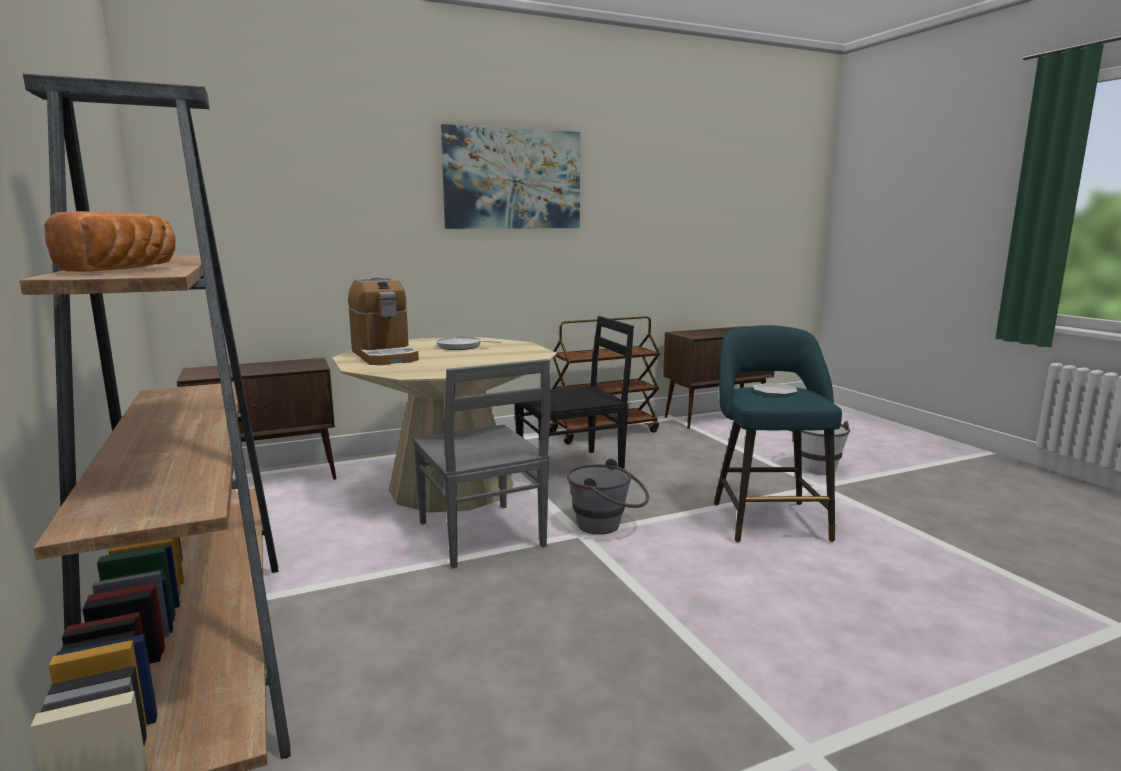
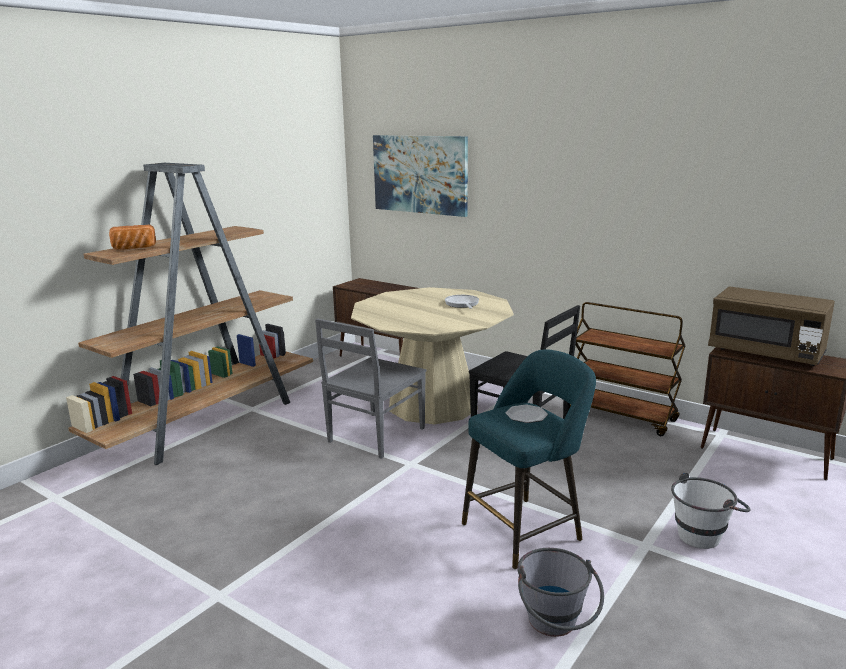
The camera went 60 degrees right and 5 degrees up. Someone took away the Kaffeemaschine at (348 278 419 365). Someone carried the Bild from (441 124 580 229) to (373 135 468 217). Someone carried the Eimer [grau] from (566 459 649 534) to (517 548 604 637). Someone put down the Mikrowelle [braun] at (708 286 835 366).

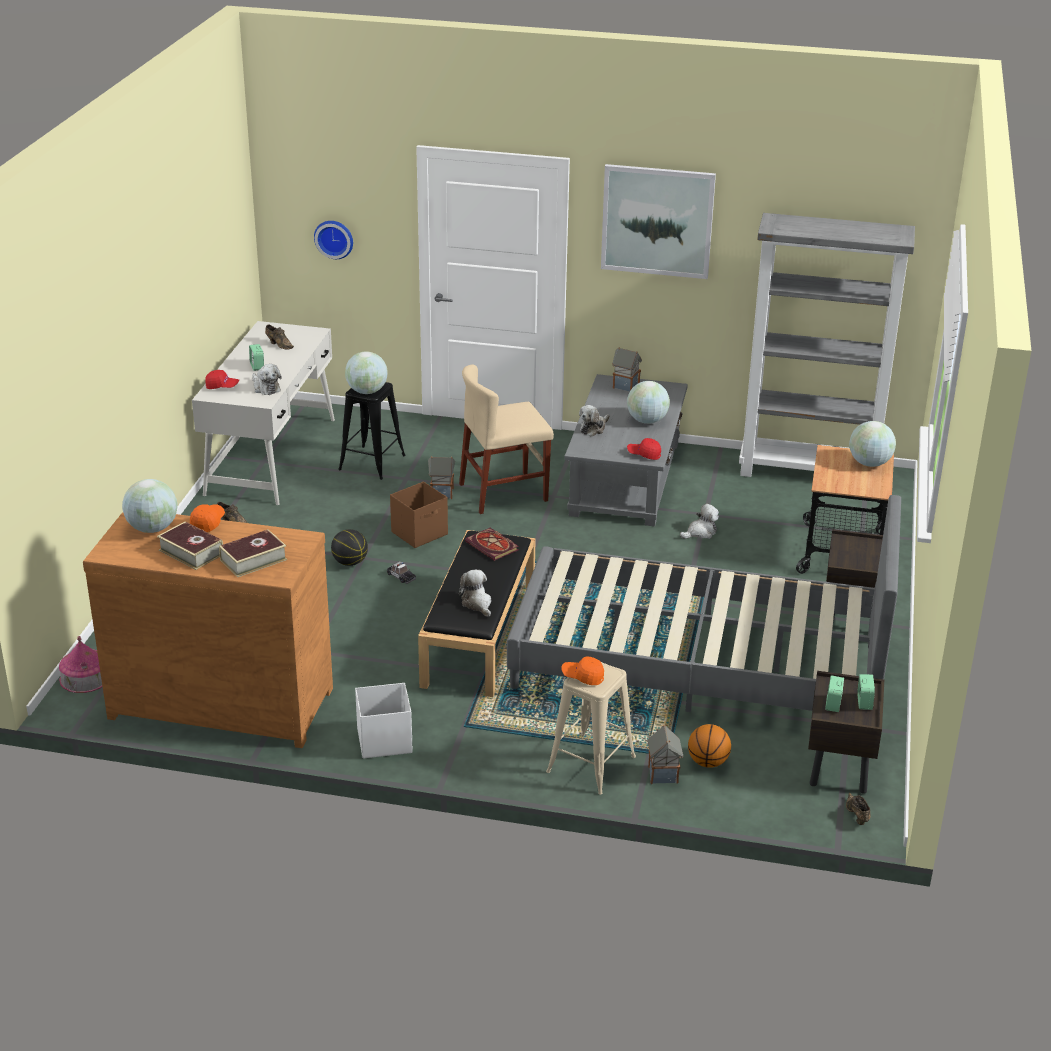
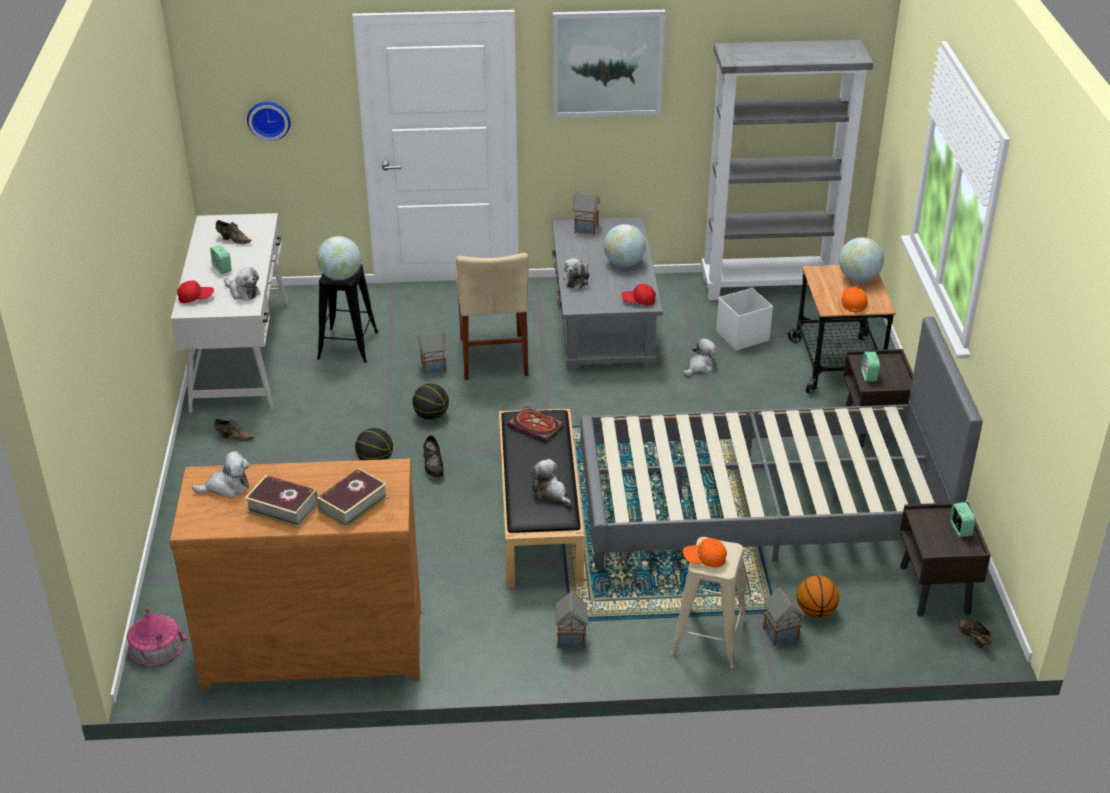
The camera went 15 degrees left and 5 degrees up. Someone swapped the Globus at (122 479 177 533) for the Plüschtier at (192 451 250 498). Someone carried the Kappe [orange] from (190 504 225 532) to (841 287 868 312). Someone carried the Aufbewahrungsbox [weiß] from (355 683 413 759) to (716 288 773 351). Someone swapped the Spielzeugauto at (387 561 416 584) for the Schuh [schwarz] at (423 436 444 477). Someone swapped the Aufbewahrungsbox [braun] at (390 482 448 548) for the Basketball at (412 384 449 420). Someone rotated the Stuhl [beige] at (459 364 554 514) by 60 degrees counterclockwise. Someone carried the Wecker from (825 675 844 712) to (861 352 880 381). Someone put down the Spielzeughaus at (555 591 588 649).

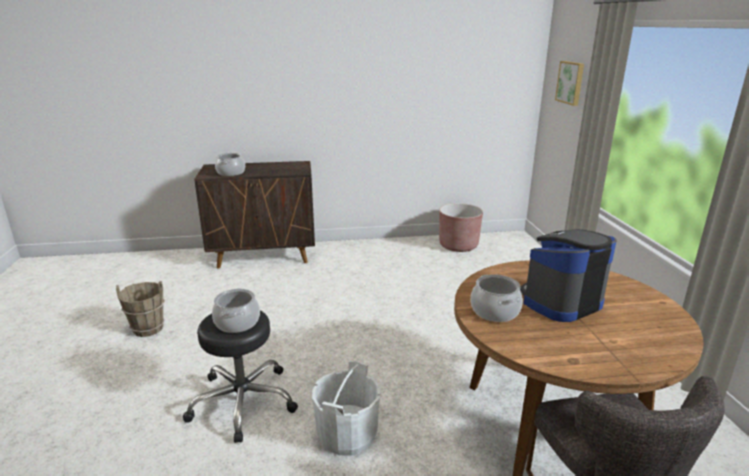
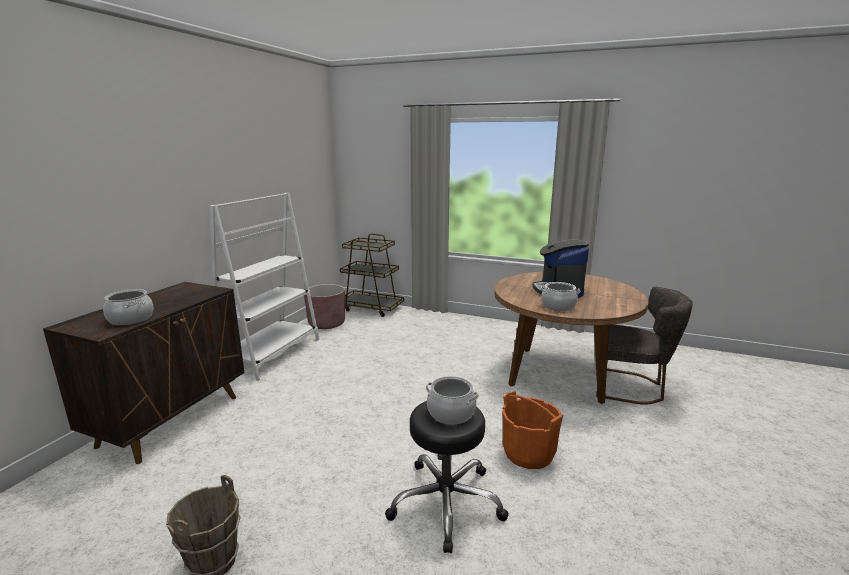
The camera went 60 degrees left and 5 degrees down. Someone repainted the Eimer [weiß] at (312 361 380 456), which became the Eimer [orange] at (502 391 563 469). Someone took away the Bild at (555 61 584 106). Someone put down the Bücherregal [weiß] at (210 193 320 381). Someone put down the Rollwagen [braun] at (340 234 404 317).

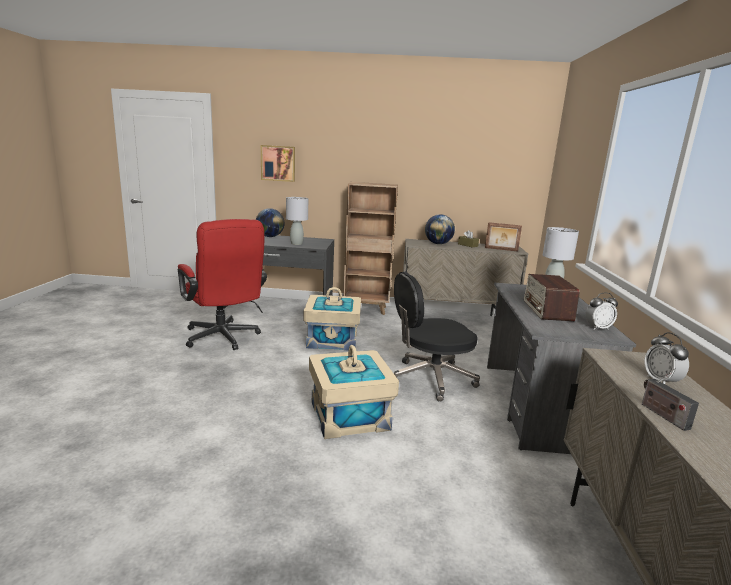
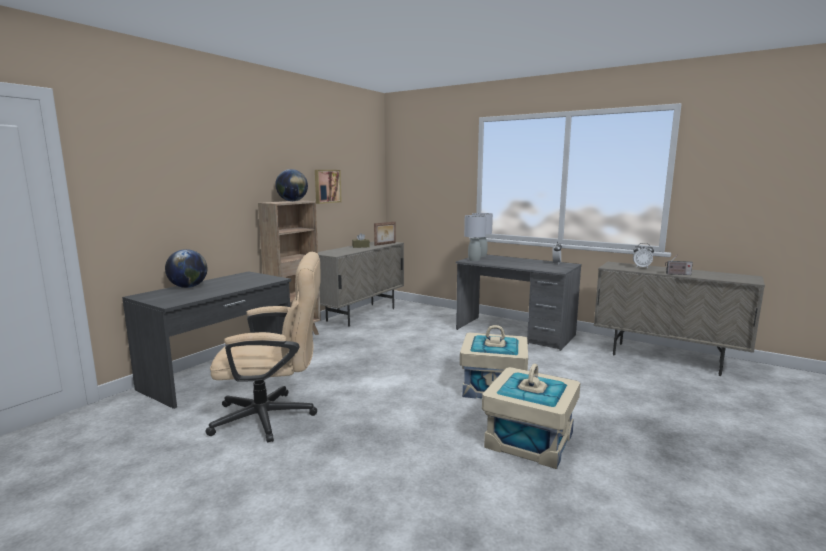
The camera went 60 degrees left and 5 degrees down. Someone repainted the Bürostuhl [rot] at (178 219 267 350), which became the Bürostuhl [beige] at (205 252 321 443). Someone carried the Bild from (261 145 295 182) to (315 170 342 204). Someone carried the Tischlampe [grau] from (286 197 308 245) to (464 215 486 261). Someone carried the Aufbewahrungsbox [beige] from (303 287 361 350) to (482 363 580 469). Someone took away the Bürostuhl [schwarz] at (394 272 480 402). Someone carried the Globus from (425 214 455 244) to (275 169 308 201). Someone took away the Radio at (524 274 580 321).

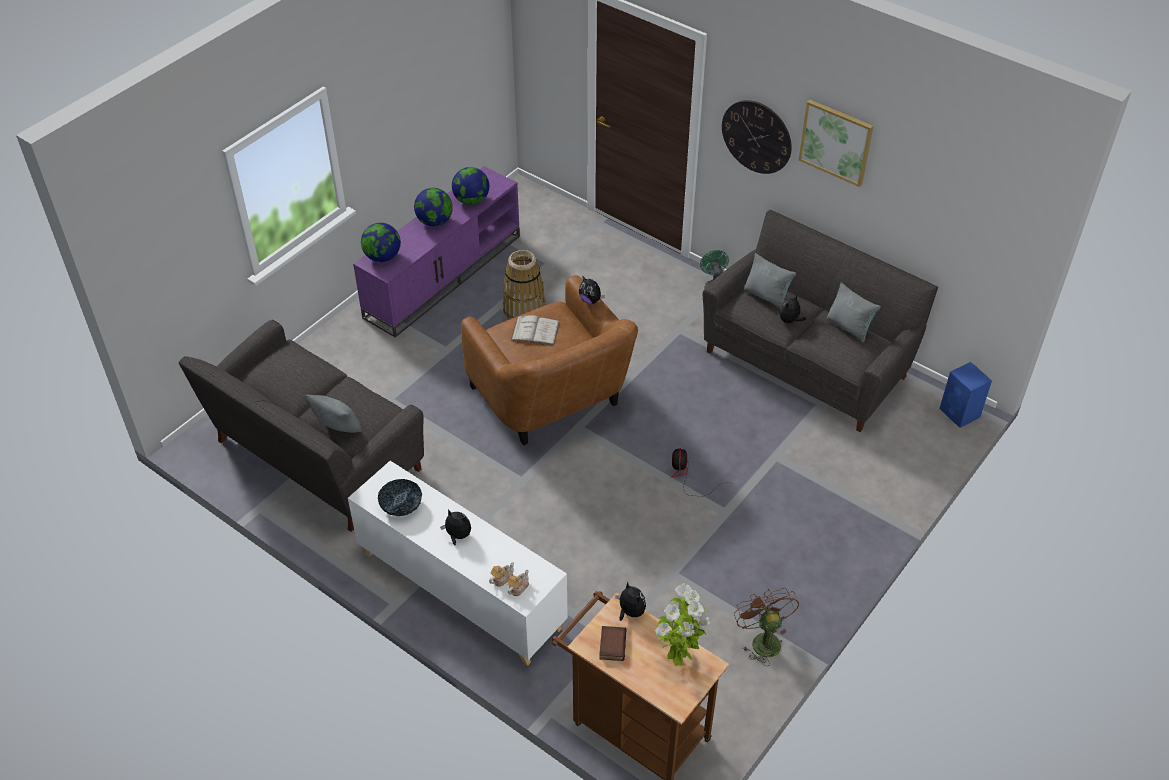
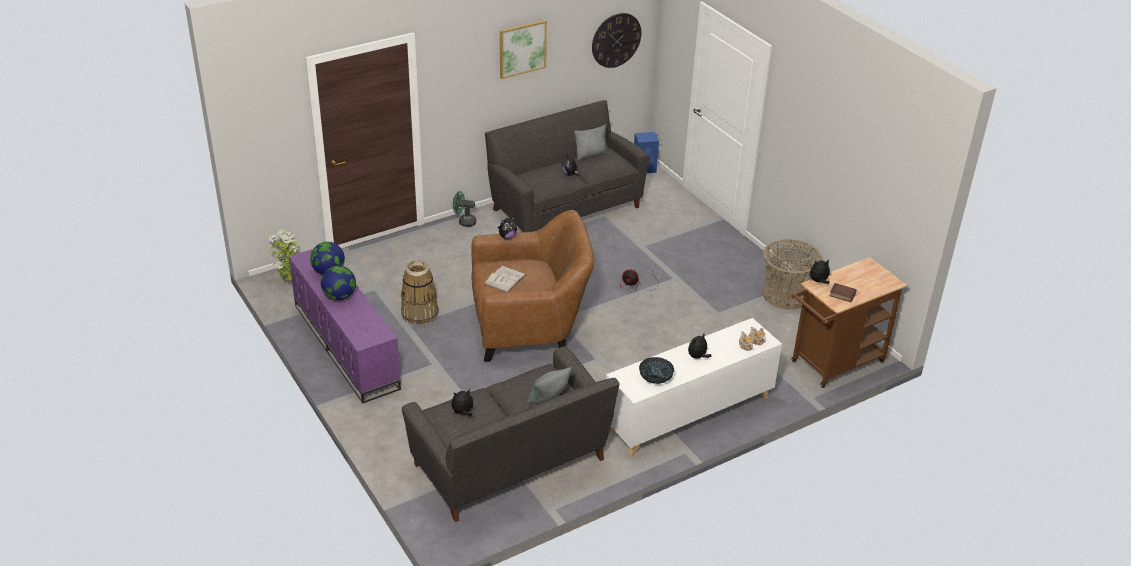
The camera went 70 degrees left and 10 degrees down. Someone took away the Globus at (361 223 401 262). Someone carried the Topfpflanze from (655 583 710 666) to (268 230 299 283). Someone carried the Wanduhr from (722 100 792 174) to (592 13 641 68). Someone swapped the Ventilator [braun] at (734 587 799 666) for the Korb at (762 239 822 309). Someone took away the Kissen [grau] at (744 253 796 309). Someone put down the Plüschtier at (451 389 473 416).

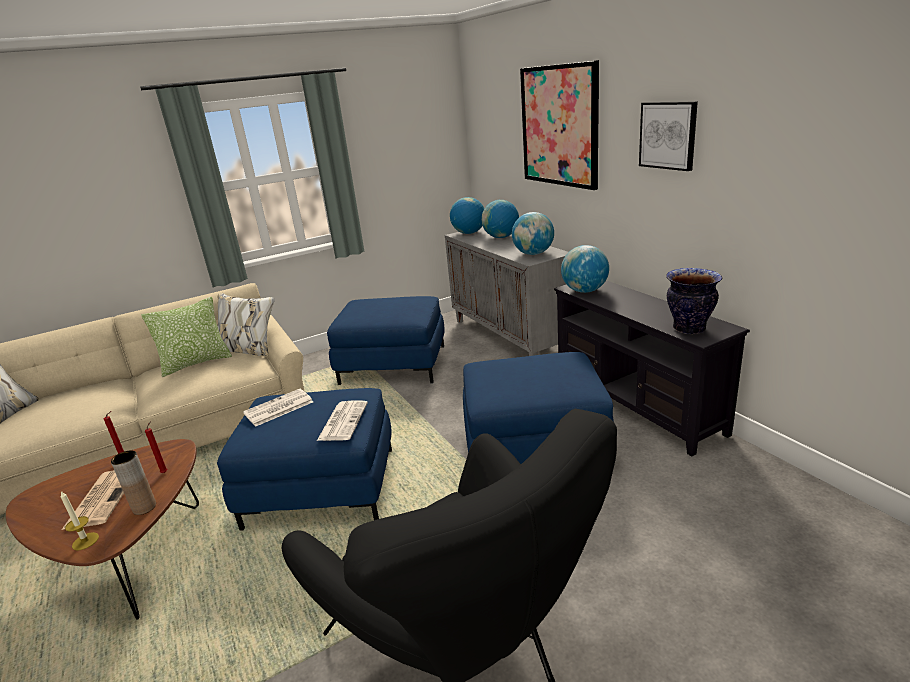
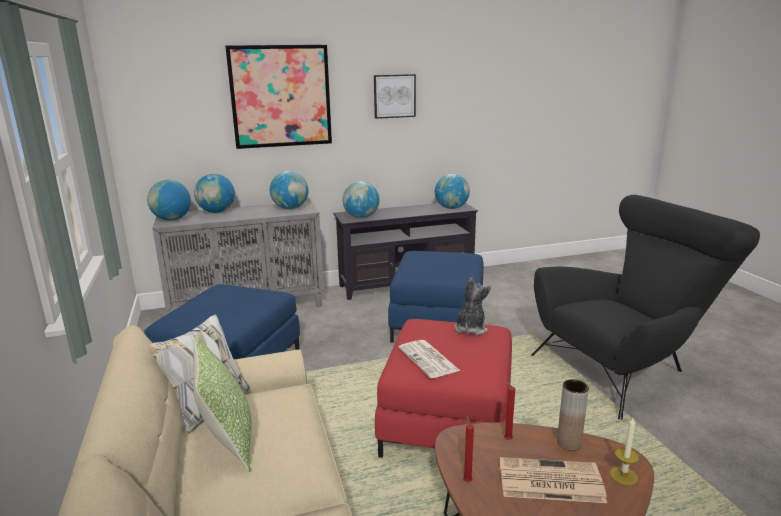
The camera went 80 degrees left and 5 degrees down. Someone repainted the Polsterhocker [blau] at (217 388 392 531), which became the Polsterhocker [rot] at (375 319 512 458). Someone swapped the Zeitung at (317 401 368 441) for the Plüschtier at (454 277 491 335). Someone swapped the Vase at (666 268 722 334) for the Globus at (435 174 470 209).

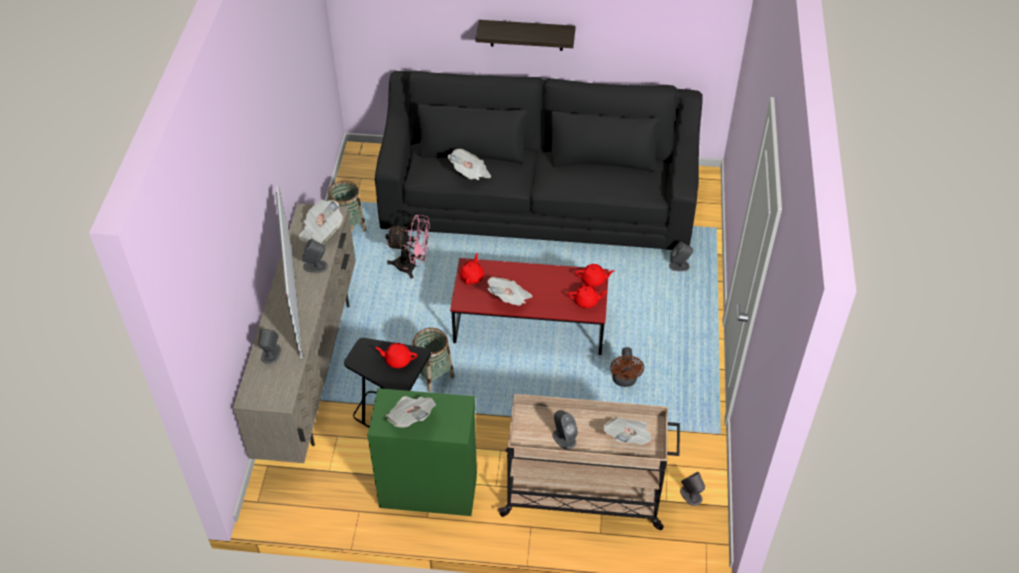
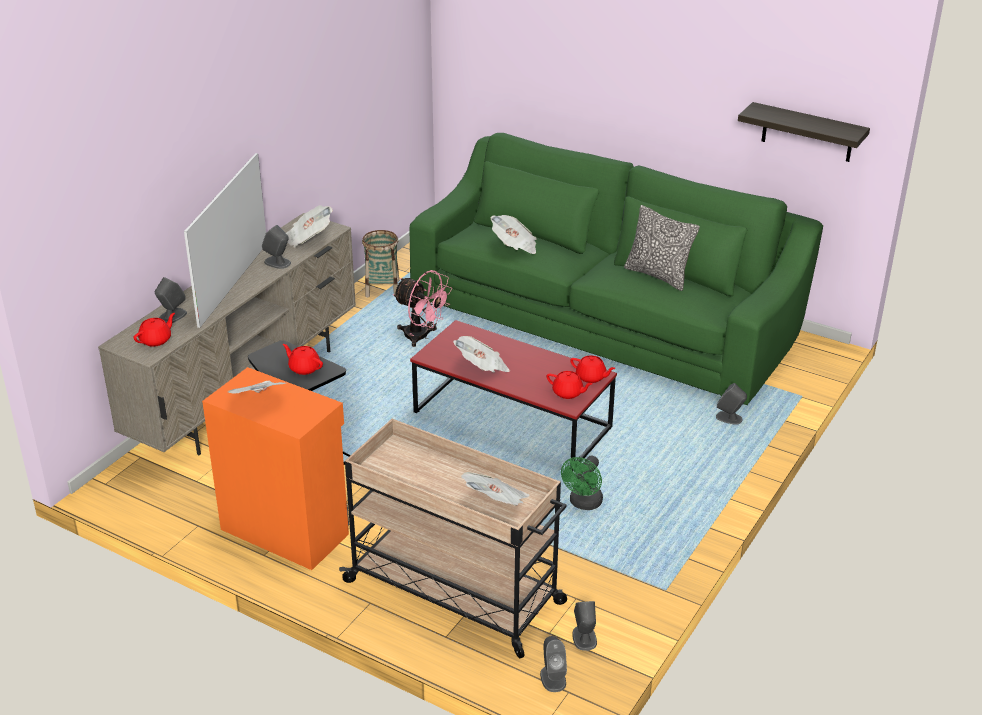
The camera went 25 degrees right and 15 degrees down. Someone repainted the Schrank [grün] at (367 388 477 516), which became the Schrank [orange] at (202 367 349 570). Someone repainted the Sofa [schwarz] at (375 71 703 250), which became the Sofa [grün] at (410 133 823 405). Someone took away the Korb at (413 328 455 392). Someone carried the Teekanne [rot] from (460 253 484 285) to (134 313 175 347). Someone carried the Wandregal from (475 20 576 51) to (738 102 870 162). Someone carried the Lautsprecher [grau] from (552 410 578 450) to (540 636 567 692). Someone repainted the Ventilator [braun] at (610 347 644 387), which became the Ventilator [grün] at (561 456 603 510). Someone put down the Kissen at (624 205 700 291).

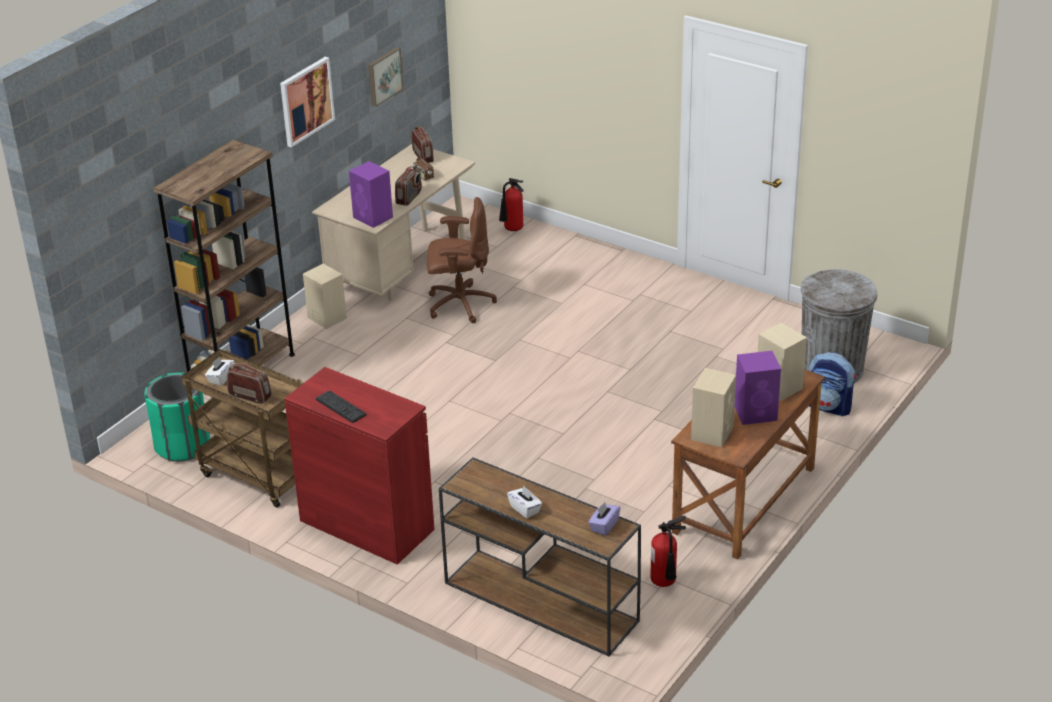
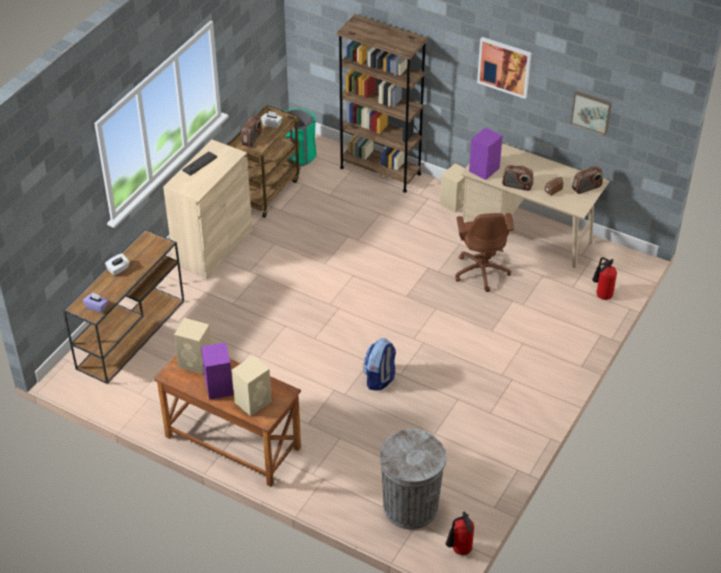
The camera went 85 degrees right and 10 degrees up. Someone repainted the Schrank [rot] at (284 367 435 565), which became the Schrank [beige] at (163 140 252 279). Someone carried the Feuerlöscher from (650 516 686 587) to (446 512 474 555). Someone carried the Rucksack from (809 352 856 417) to (363 338 396 391).

